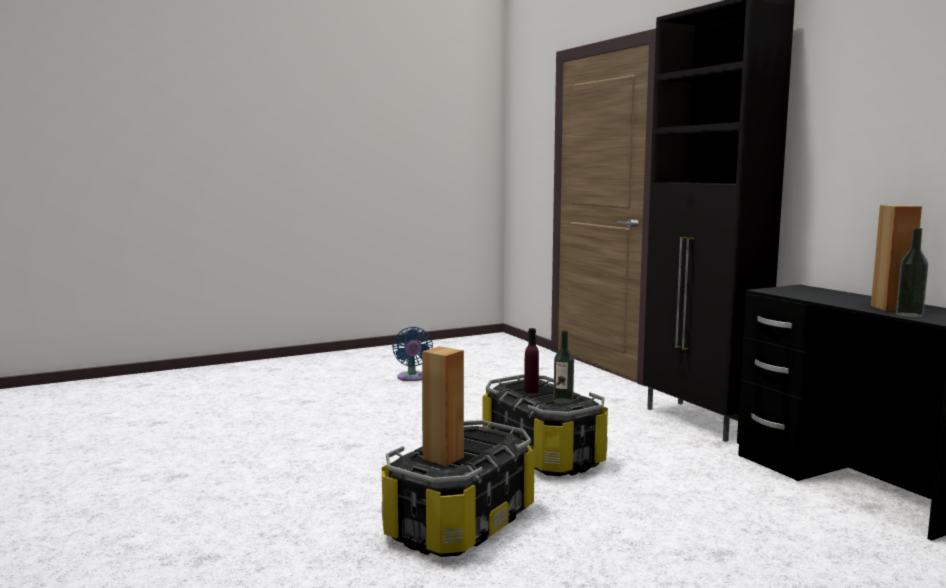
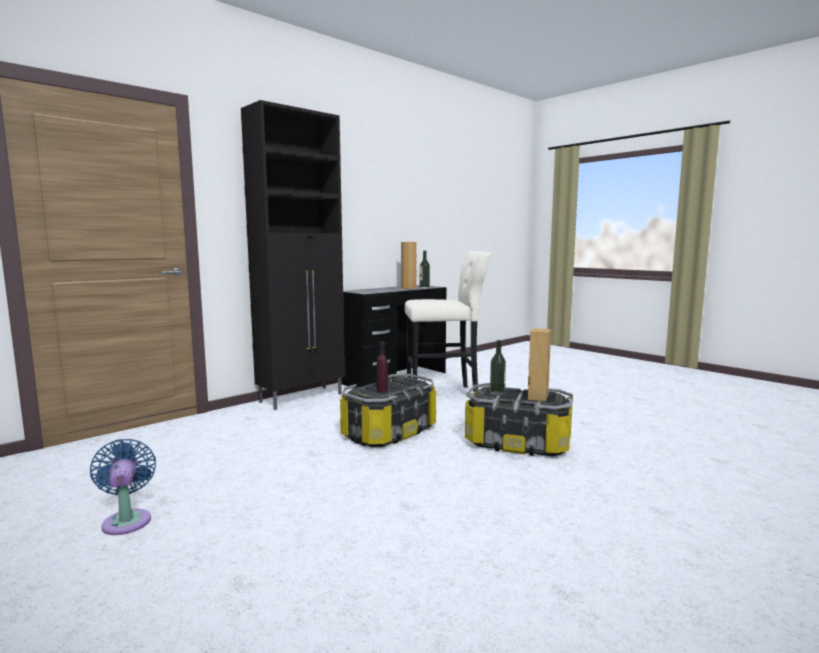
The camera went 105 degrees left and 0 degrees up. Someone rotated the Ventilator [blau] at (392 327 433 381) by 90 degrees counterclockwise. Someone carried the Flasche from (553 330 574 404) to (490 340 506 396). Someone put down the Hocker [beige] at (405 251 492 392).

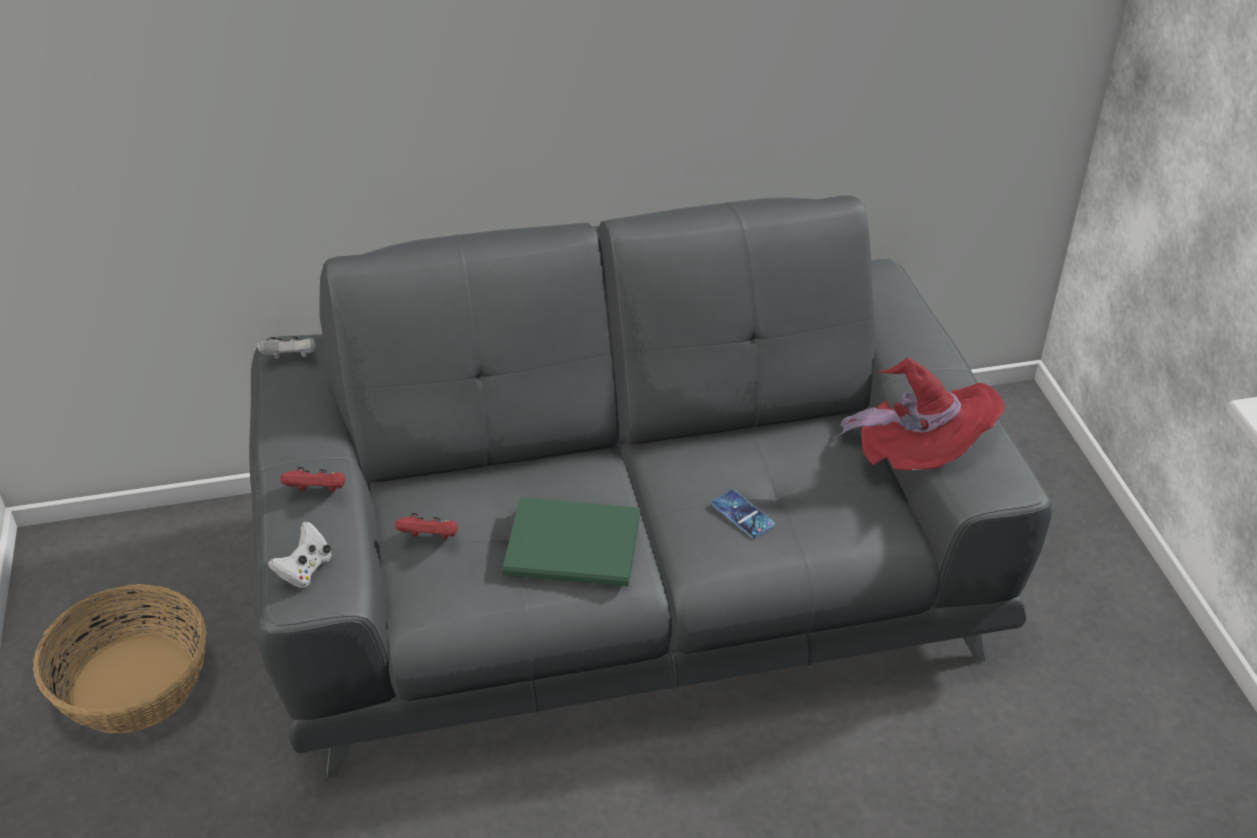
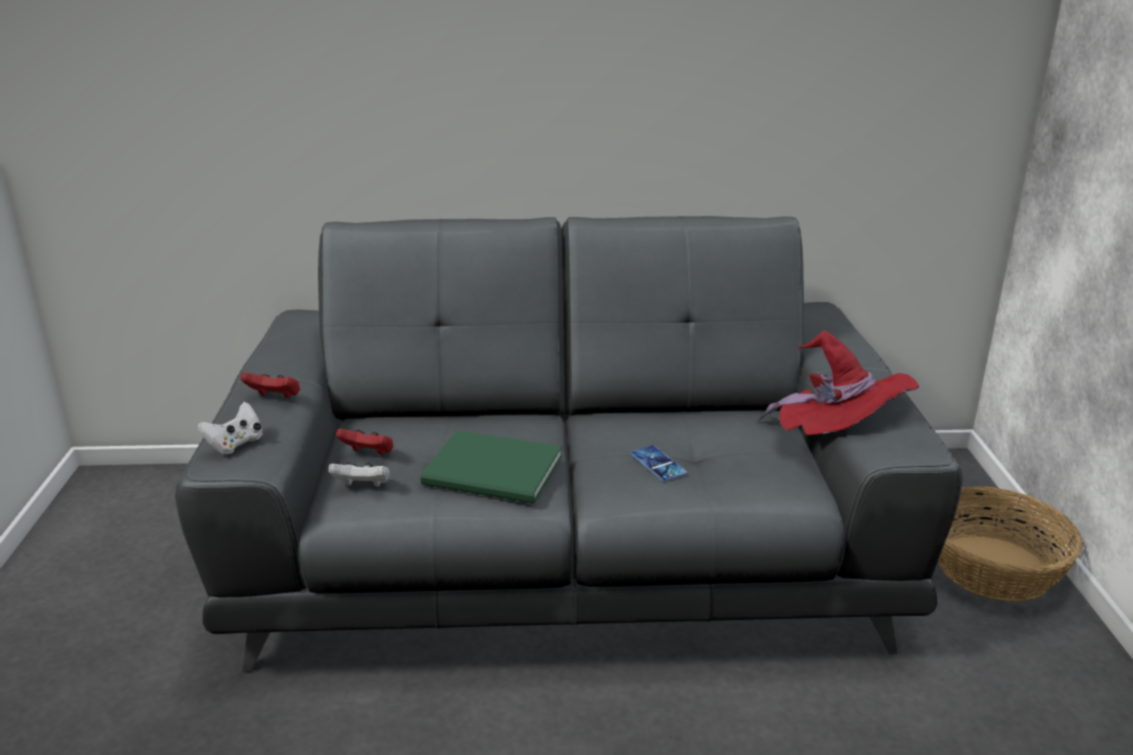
The camera went 10 degrees right and 15 degrees down. Someone carried the Korb from (33 584 207 734) to (938 486 1083 602). Someone carried the Gamepad [weiß] from (258 337 315 359) to (328 462 389 487).

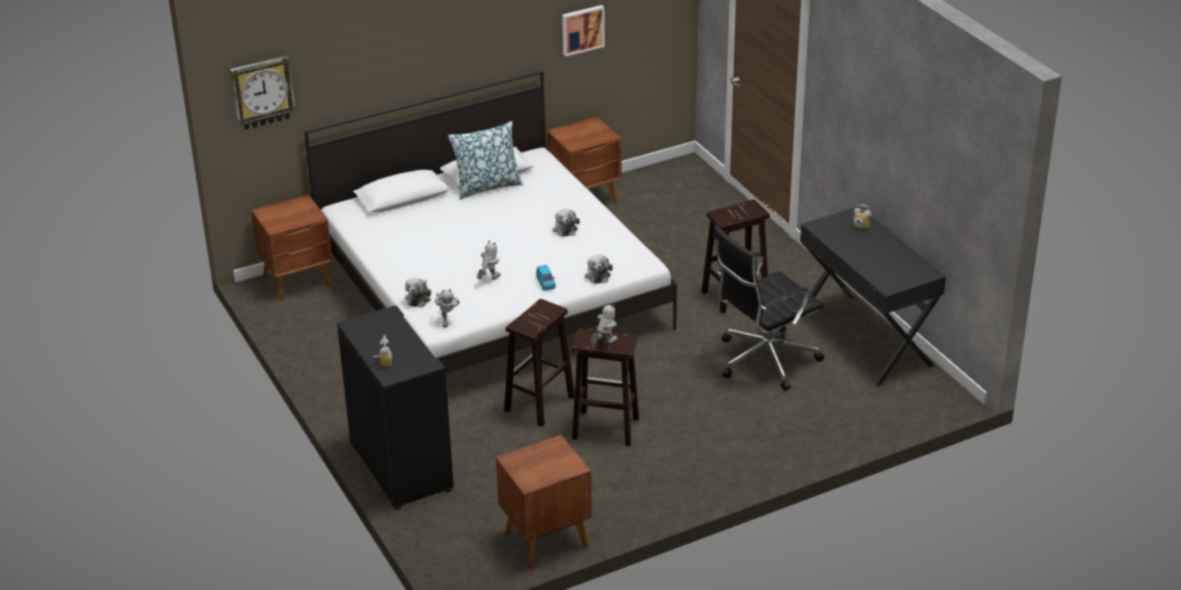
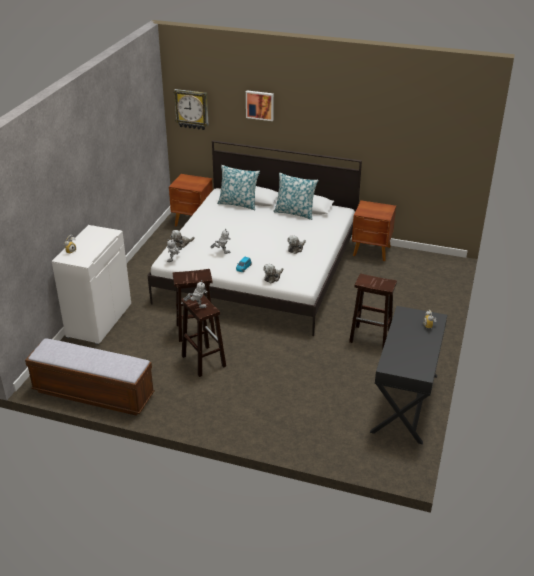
The camera went 45 degrees right and 0 degrees up. Someone repainted the Schrank [schwarz] at (337 305 454 510), which became the Schrank [weiß] at (52 225 131 345). Someone swapped the Nachttisch [braun] at (496 435 592 568) for the Bank at (25 338 155 416). Someone carried the Bild from (562 5 605 57) to (246 90 274 121). Someone took away the Bürostuhl [schwarz] at (713 226 824 390). Someone put down the Kissen at (217 165 260 210).

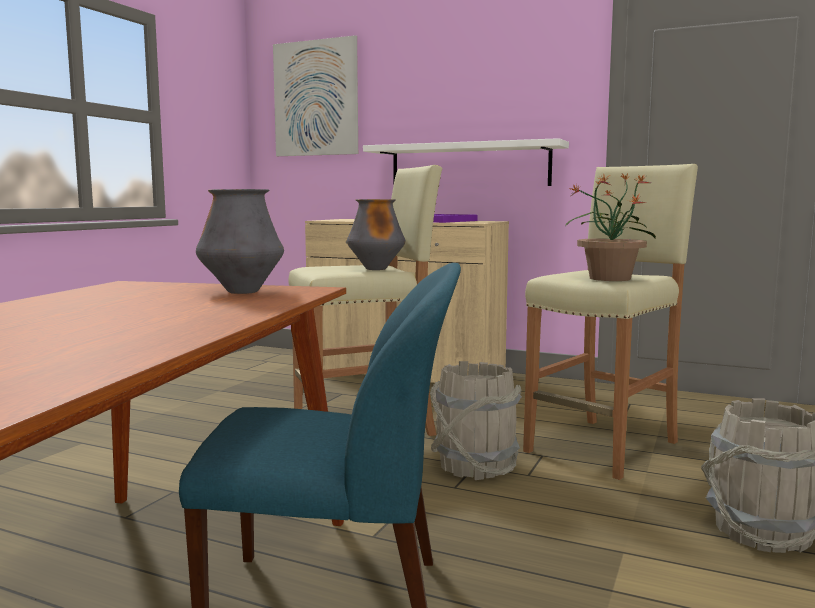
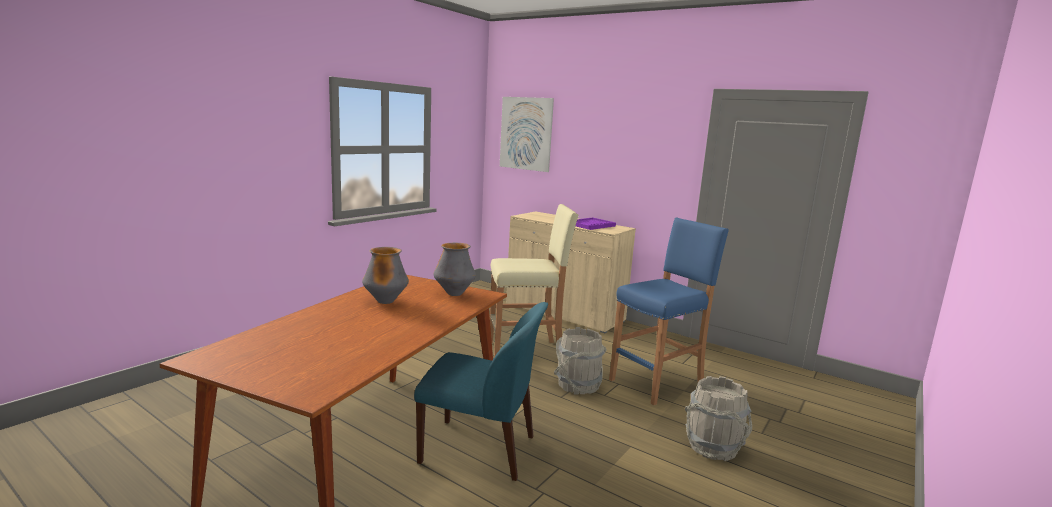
The camera went 10 degrees right and 5 degrees up. Someone carried the Vase from (347 199 405 270) to (362 247 409 304). Someone took away the Wandregal [weiß] at (363 138 569 186). Someone repainted the Hocker [beige] at (523 164 698 480), which became the Hocker [blau] at (609 217 729 405). Someone took away the Topfpflanze at (565 173 656 281).

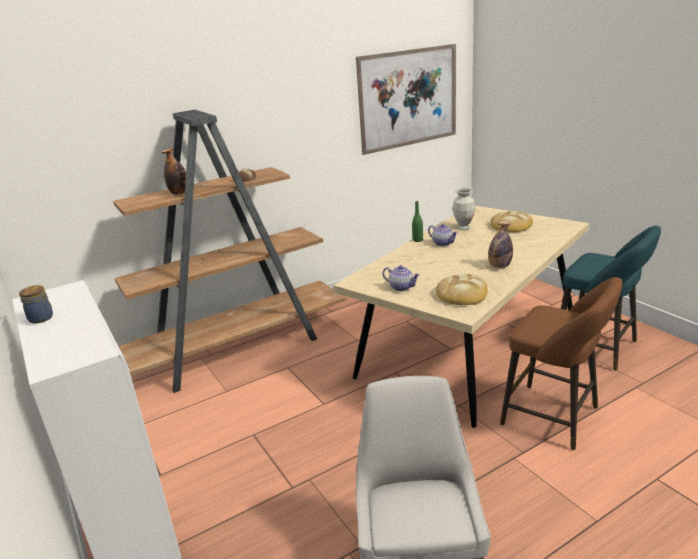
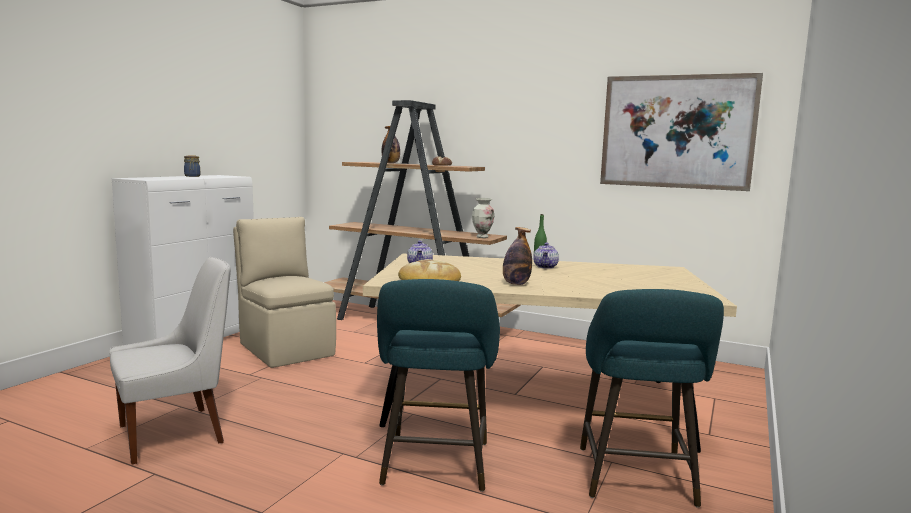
The camera went 55 degrees right and 15 degrees down. Someone carried the Vase from (453 188 475 230) to (472 198 494 238). Someone took away the Brot at (490 211 533 232). Someone repainted the Hocker [braun] at (500 277 623 450), which became the Hocker [türkis] at (377 279 500 492). Someone put down the Stuhl [beige] at (233 217 336 368).

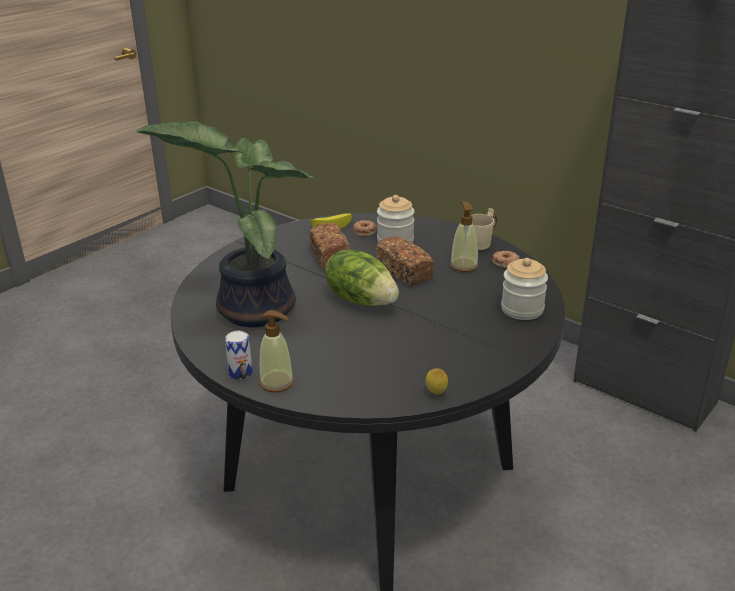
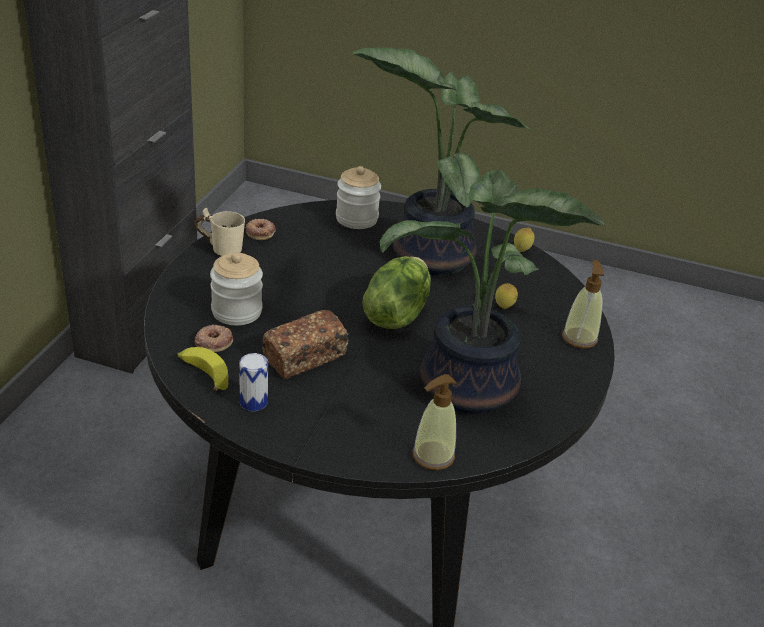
The camera went 115 degrees left and 5 degrees up. Someone carried the Dose from (225 331 253 380) to (239 353 268 411). Someone took away the Brot at (376 236 434 285). Someone carried the Seifenspender from (450 201 478 272) to (412 374 457 470). Someone put down the Topfpflanze at (352 47 531 276). Someone put down the Zitrone at (495 283 518 309).

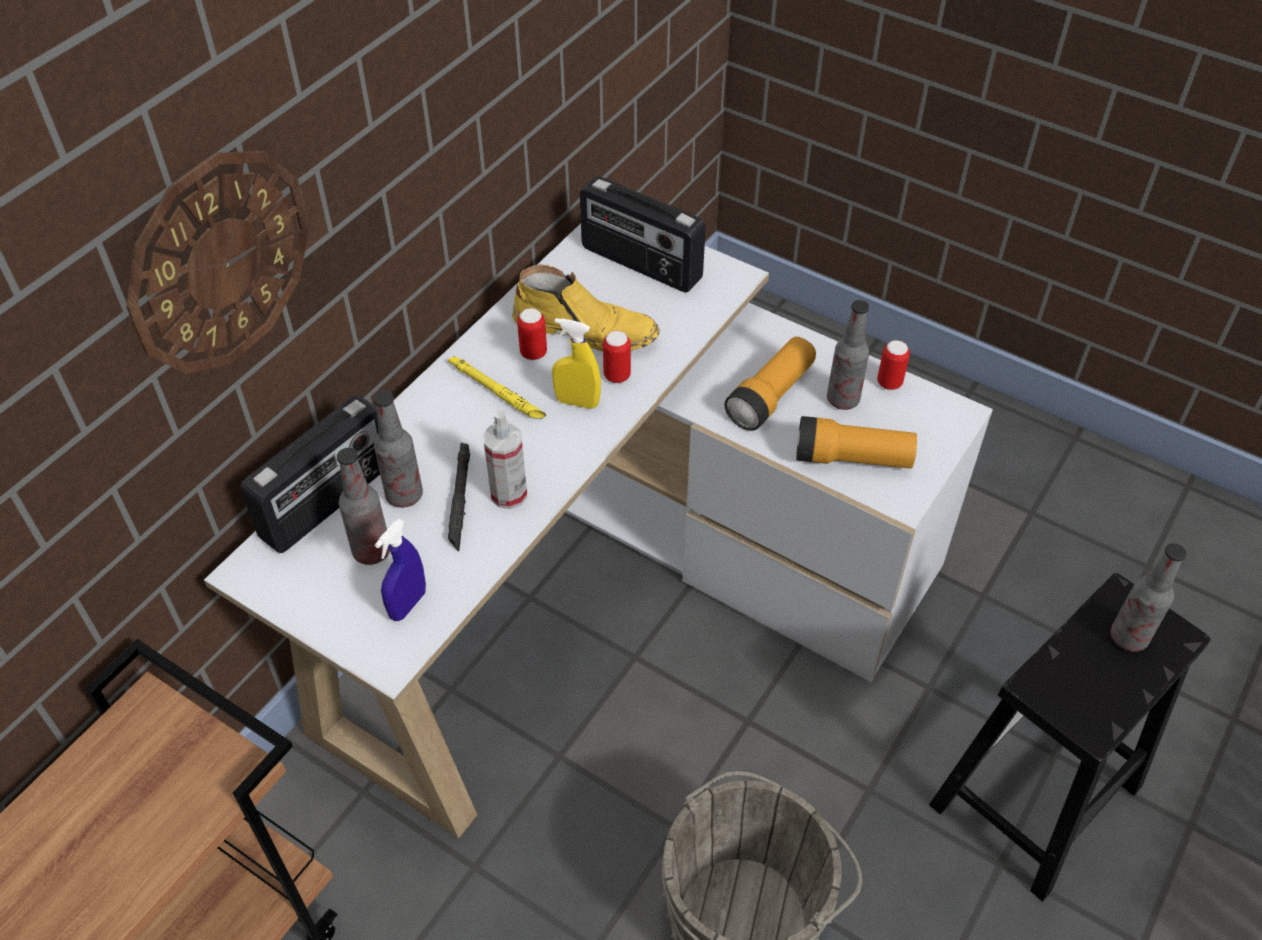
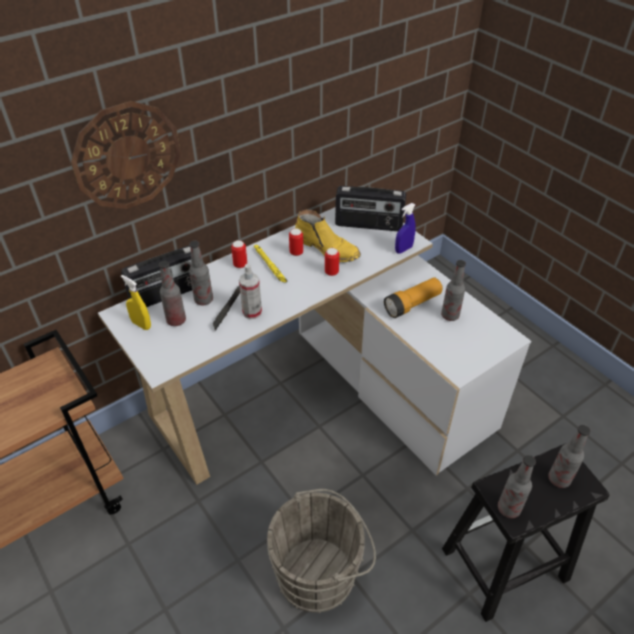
The camera went 20 degrees right and 5 degrees down. Someone carried the Sprühflasche [blau] from (375 519 426 621) to (395 203 416 254). Someone carried the Sprühflasche [gelb] from (552 318 601 409) to (121 275 151 330). Someone rotated the Radio at (580 176 706 292) by 45 degrees counterclockwise. Someone took away the Taschenlampe at (796 416 917 468). Someone carried the Dose from (877 340 910 390) to (231 240 247 268). Someone put down the Flasche at (498 455 536 518).

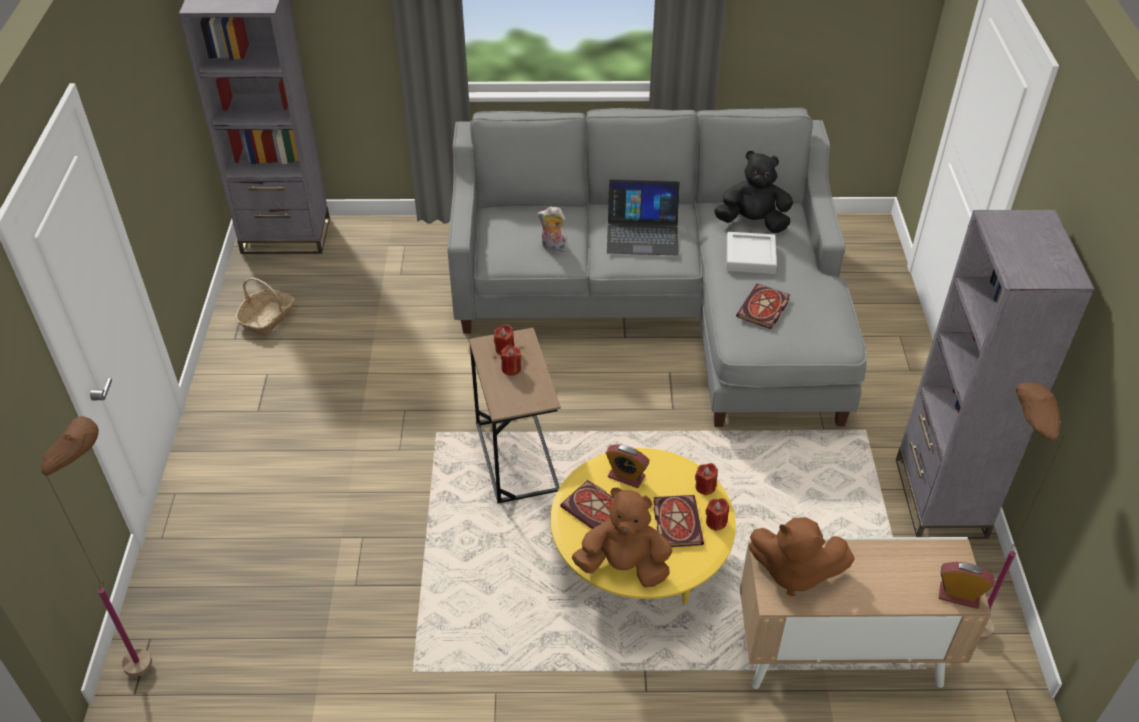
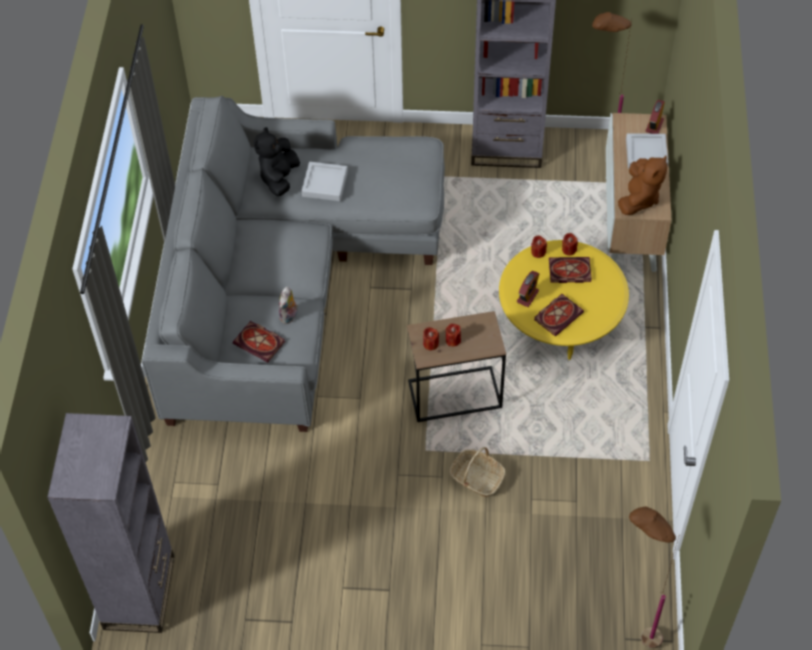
The camera went 85 degrees left and 10 degrees up. Someone carried the Korb from (235 277 295 336) to (449 447 506 497). Someone took away the Plüschtier [braun] at (572 487 672 588). Someone took away the Laptop at (607 179 680 255). Someone carried the Buch from (736 284 790 329) to (233 321 285 362). Someone put down the Tablett [grau] at (626 133 668 169).

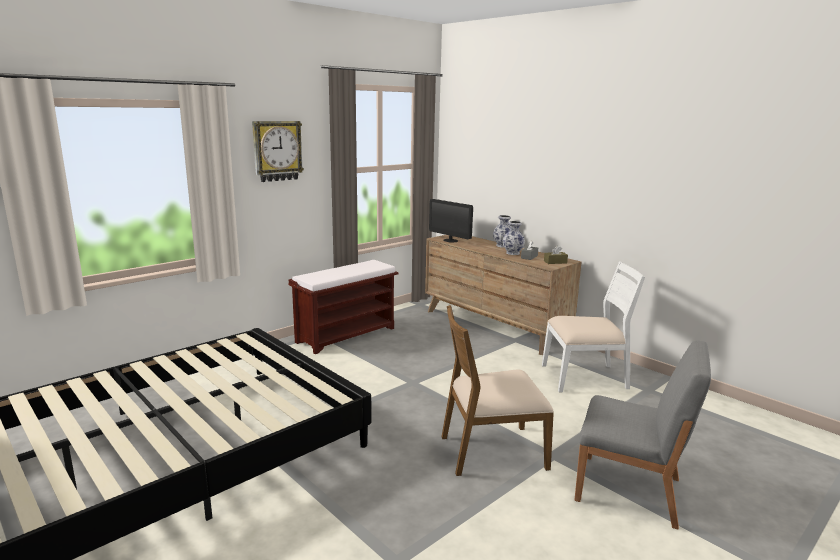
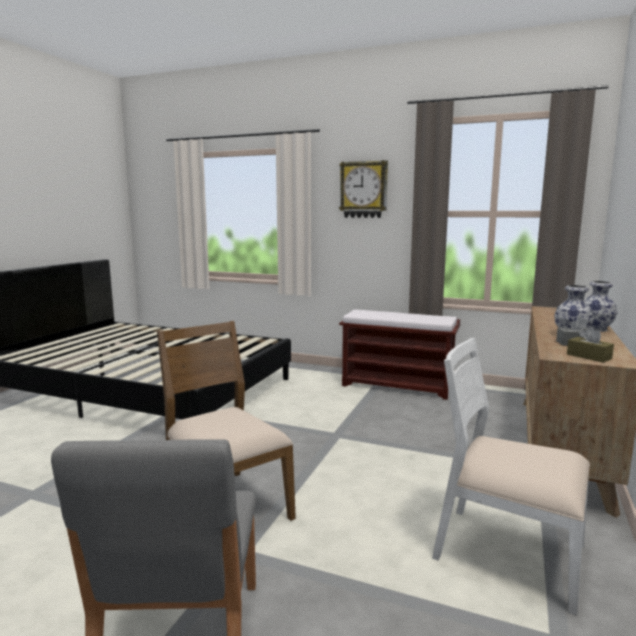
The camera went 65 degrees right and 5 degrees down. Someone took away the Monitor at (429 199 473 242). Someone rotated the Stuhl [weiß] at (542 261 645 392) by 150 degrees clockwise.

